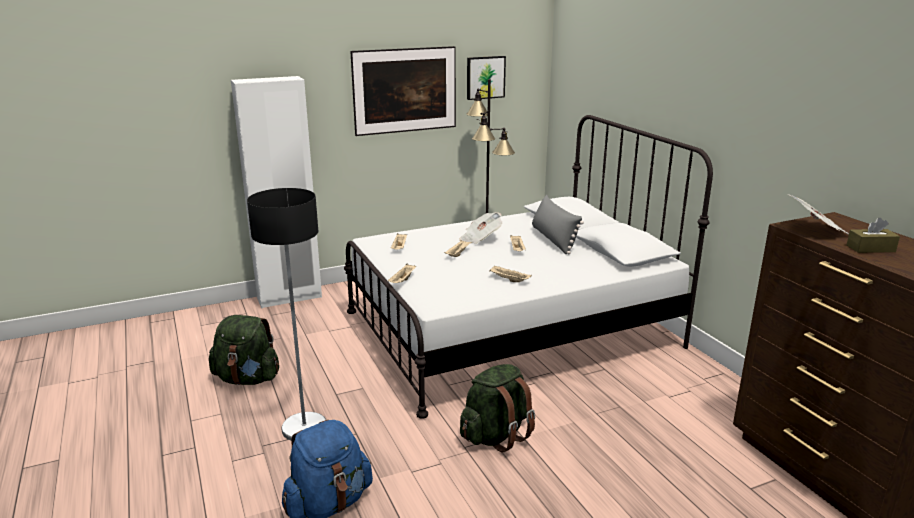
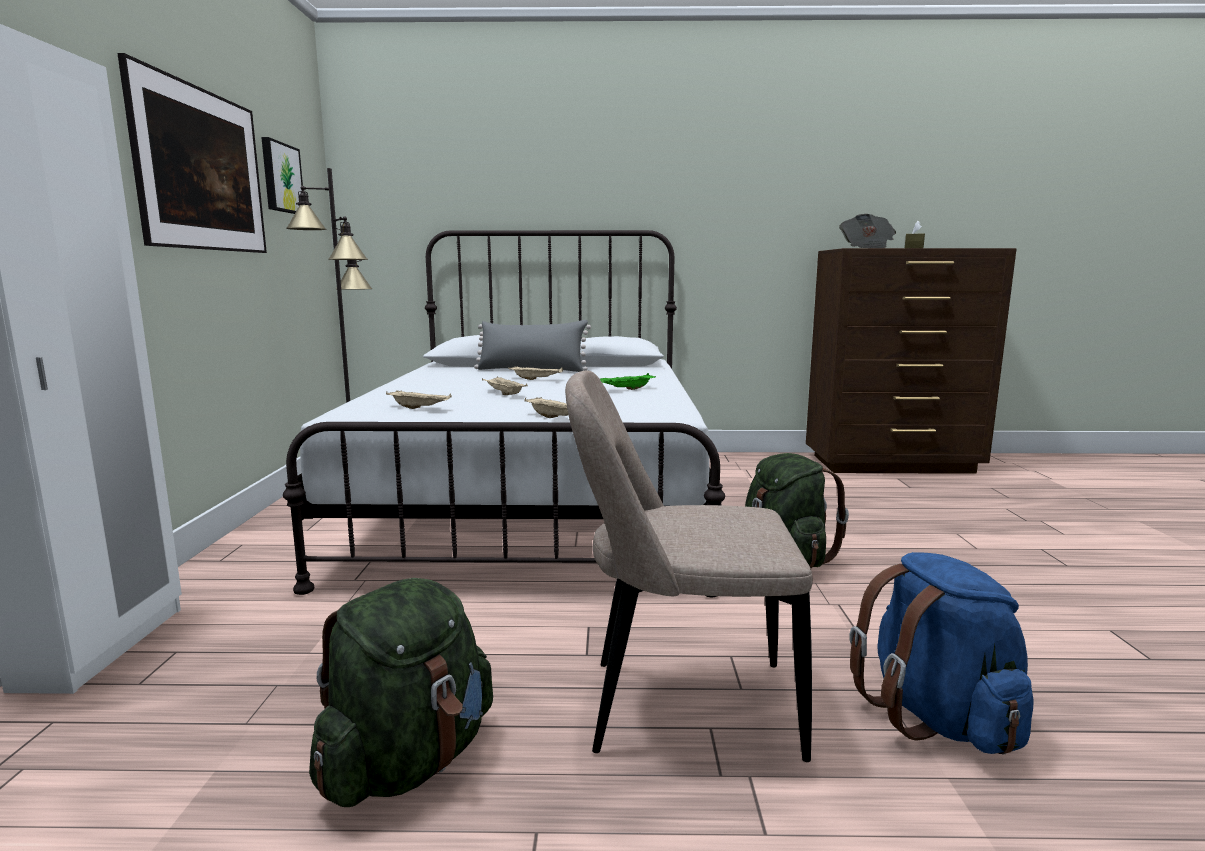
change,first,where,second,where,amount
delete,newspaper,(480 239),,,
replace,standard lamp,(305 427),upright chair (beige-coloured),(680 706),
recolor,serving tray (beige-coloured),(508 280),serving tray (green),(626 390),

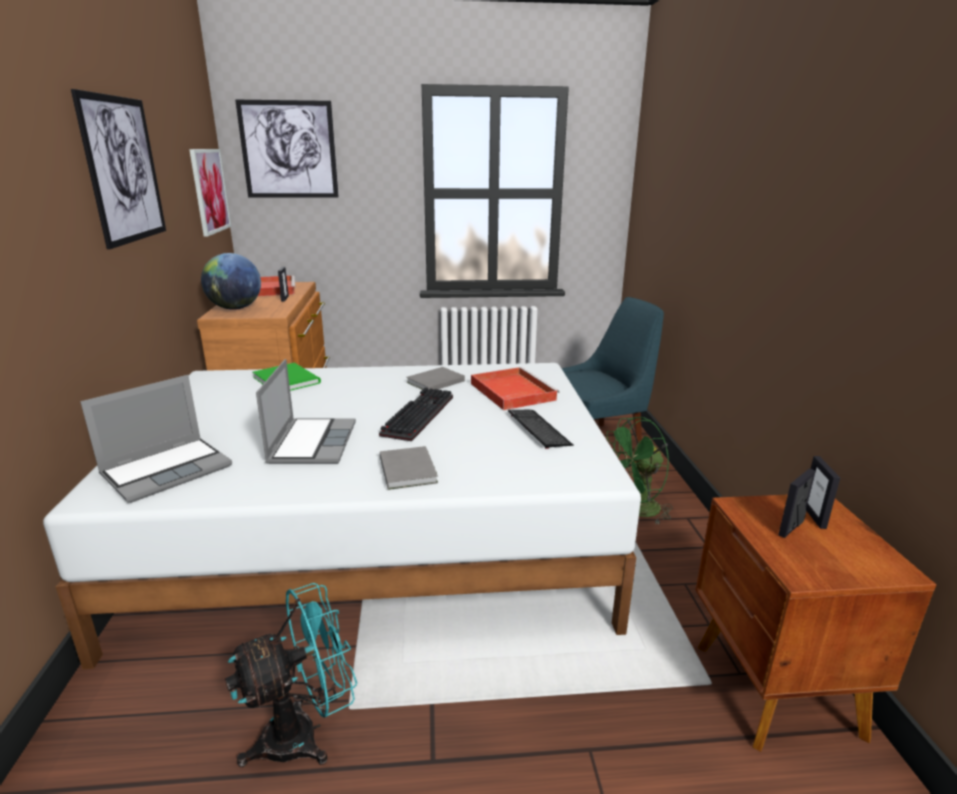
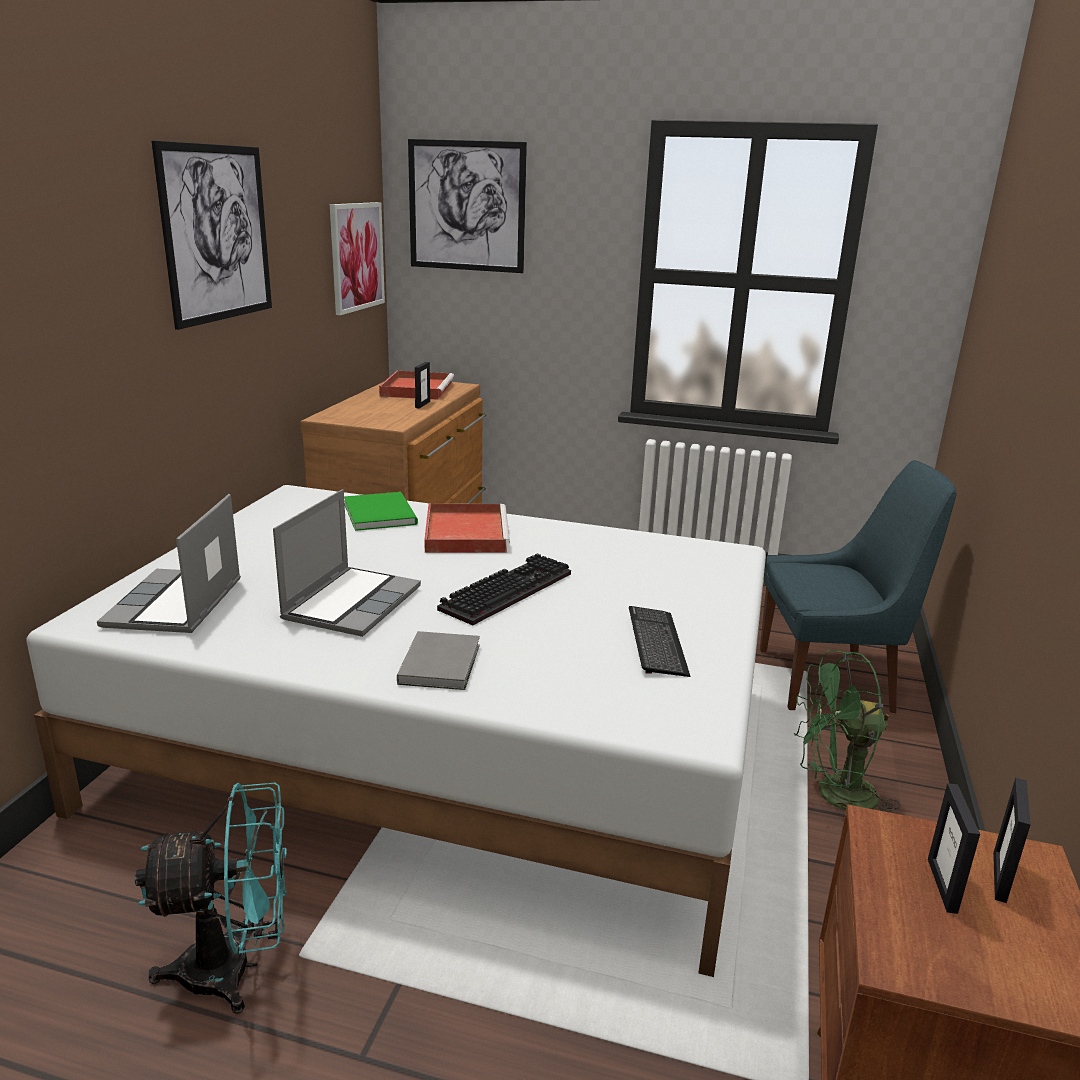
change,first,where,second,where,amount
delete,desk globe,(235 308),,,
delete,book (gray),(434 382),,,
move,serving tray (red),(511 391),,(465 532),
rotate,portable computer,(168 470),,(176 605),120 degrees clockwise
rotate,standing frame,(791 528),,(943 885),60 degrees counterclockwise

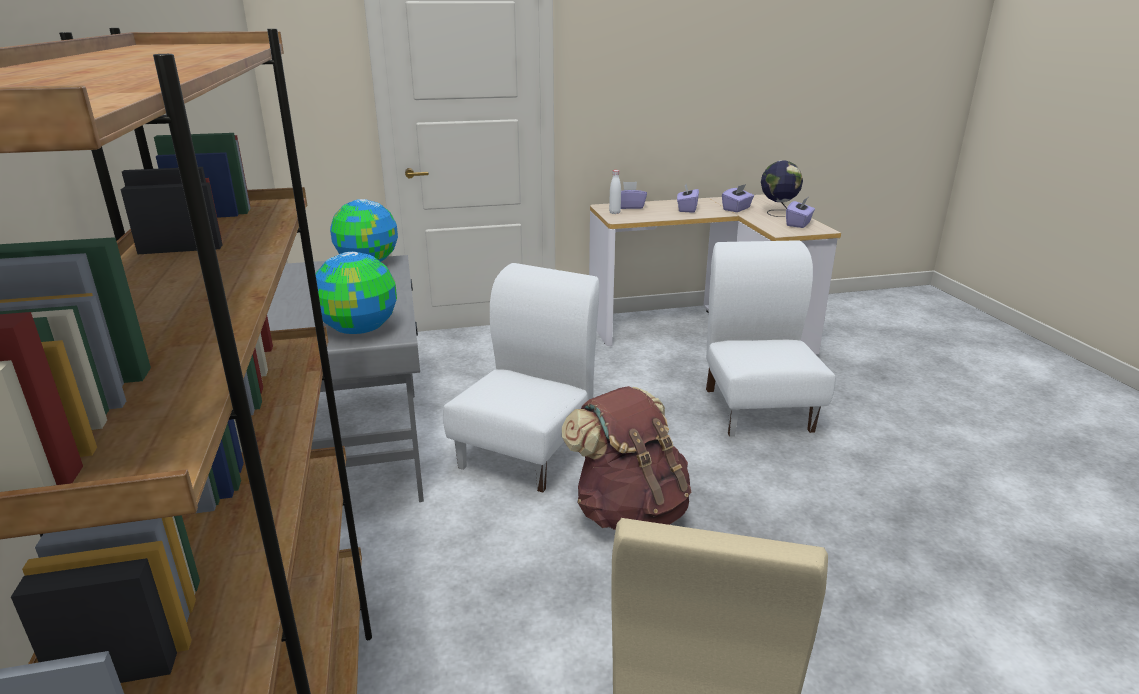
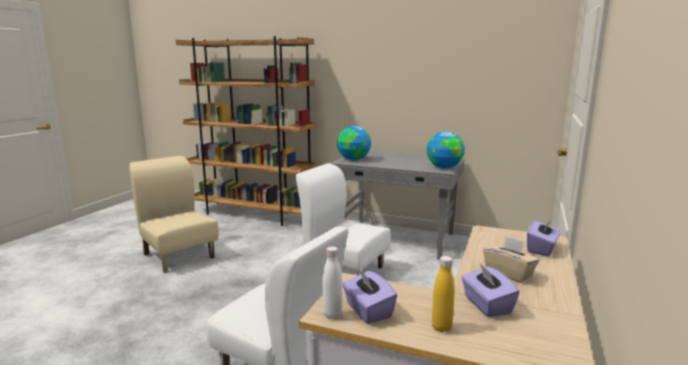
change,first,where,second,where,amount
delete,knapsack (brown),(629 511),,,
move,bottle (white-coloured),(614 213),,(332 315),
replace,desk globe,(777 212),bottle (yellow-coloured),(441 327),
recolor,box of tissues (purplish),(686 209),box of tissues (beige-coloured),(509 273),
rotate,upright chair (white-coloured),(527 452),,(344 270),150 degrees clockwise

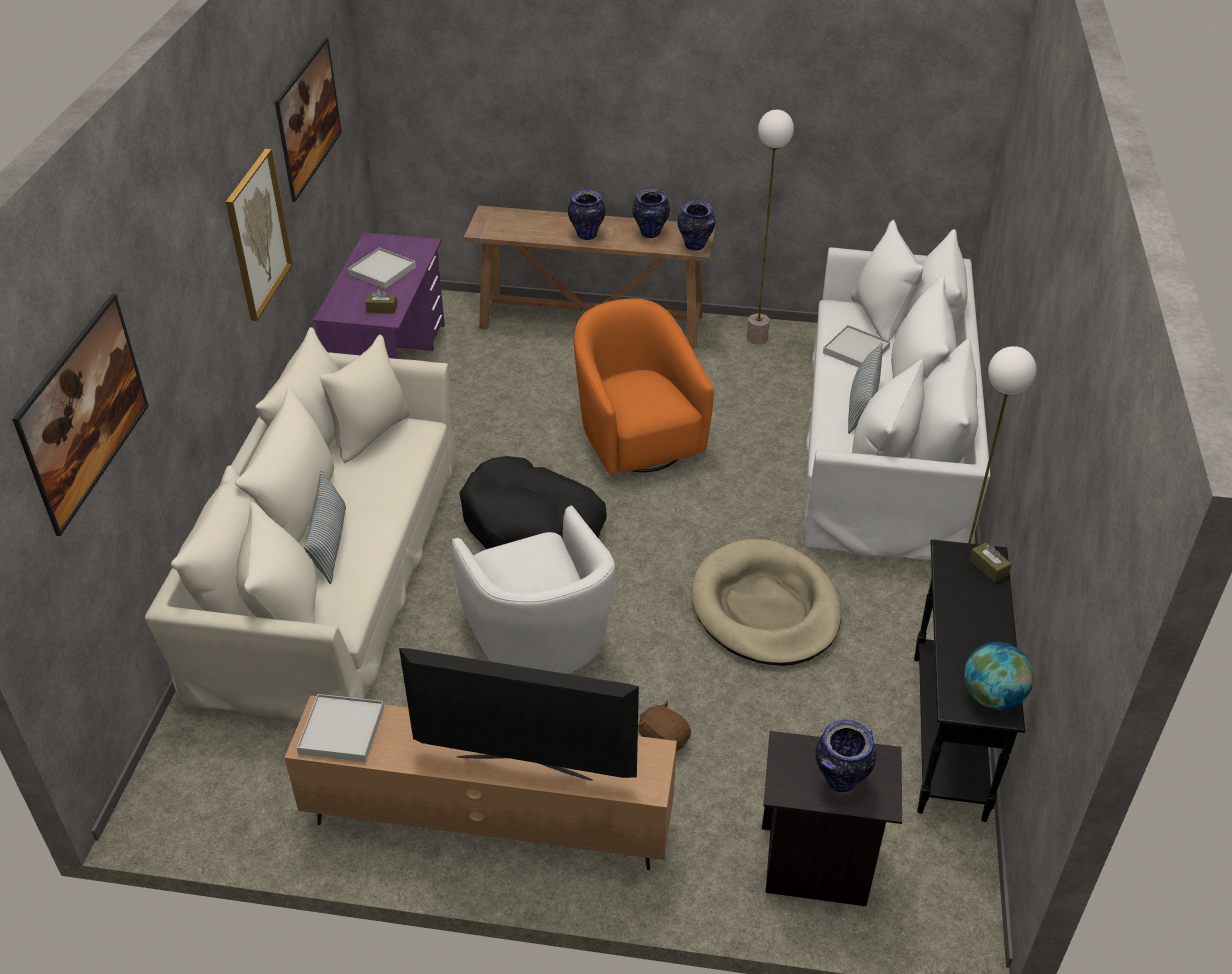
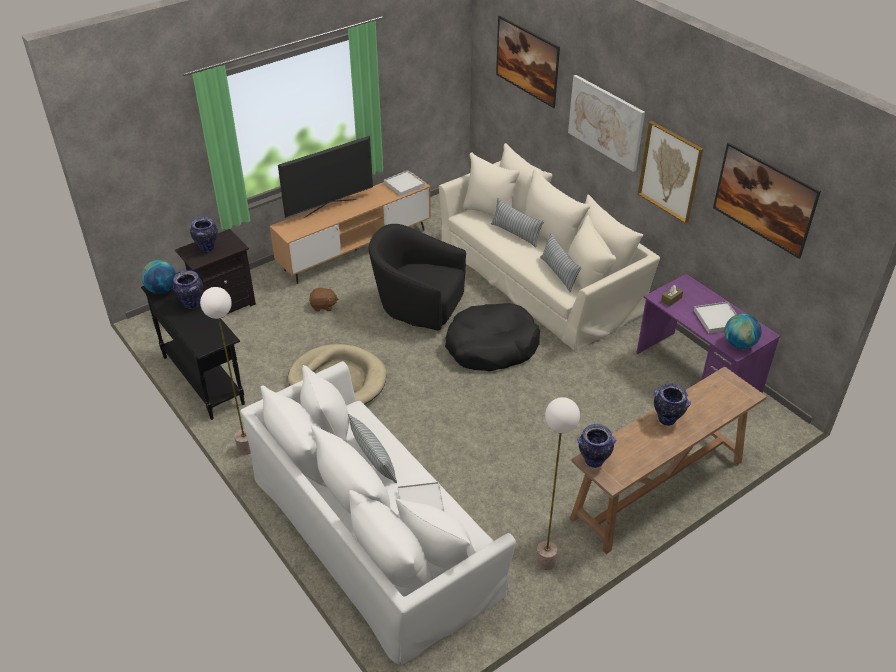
change,first,where,second,where,amount
delete,lounge chair (orange-coloured),(637 437),,,
delete,box of tissues (brown),(988 567),,,
insert,,,throw pillow,(559 273),
insert,,,picture,(606 122),
insert,,,desk globe,(739 344),
move,decorative vase,(650 234),,(191 304),
recolor,lounge chair (white-coloured),(540 640),lounge chair (black),(418 307),

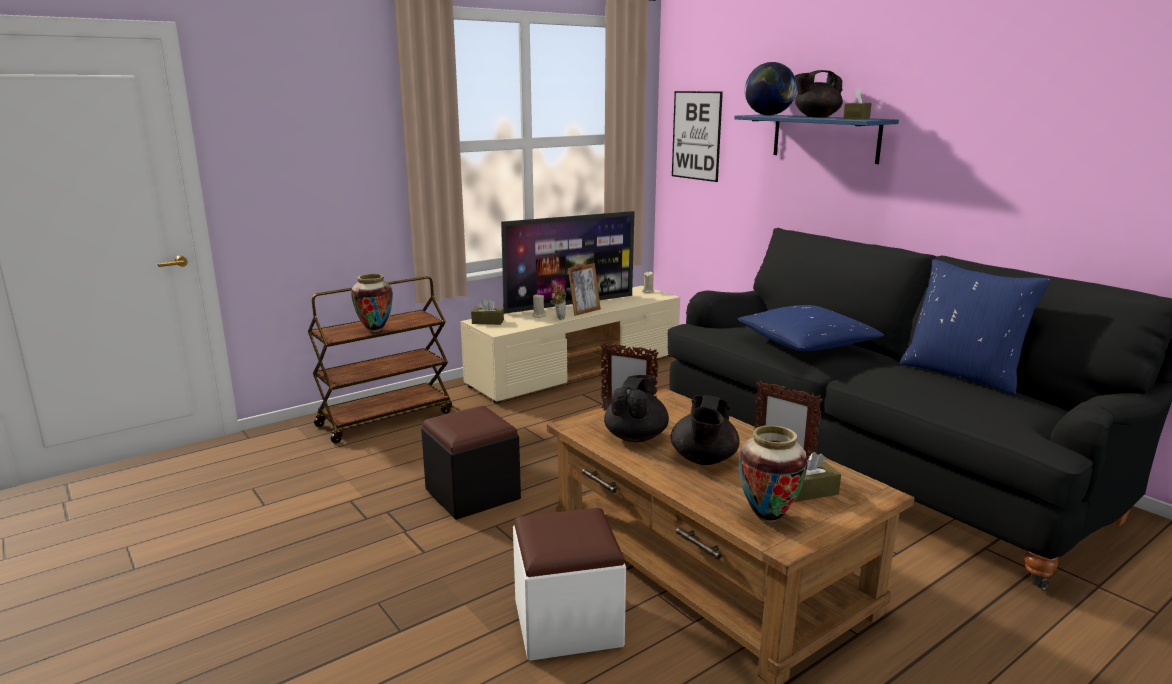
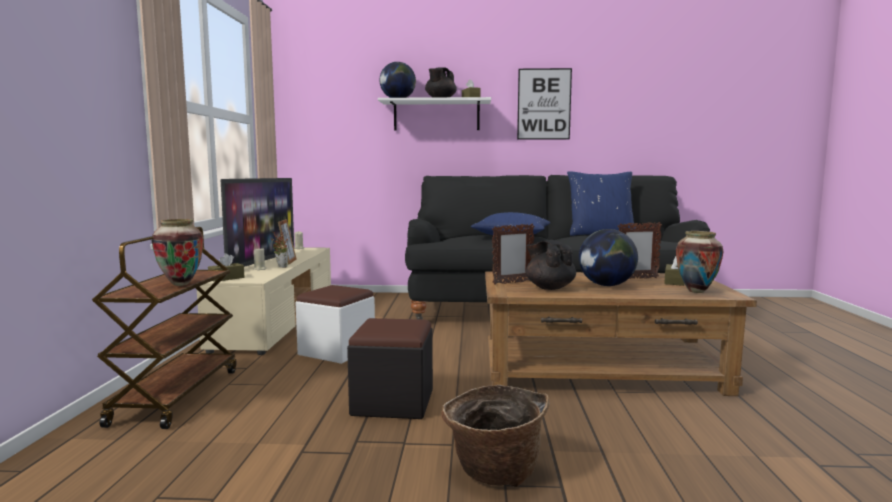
change,first,where,second,where,amount
insert,,,storage basket,(493 472),
move,ottoman (white-coloured),(567 623),,(337 351),
move,picture,(696 135),,(544 104),
replace,tea pot (black),(703 460),desk globe,(606 285),
recolor,wall shelf (bluish),(825 138),wall shelf (white-coloured),(436 115),

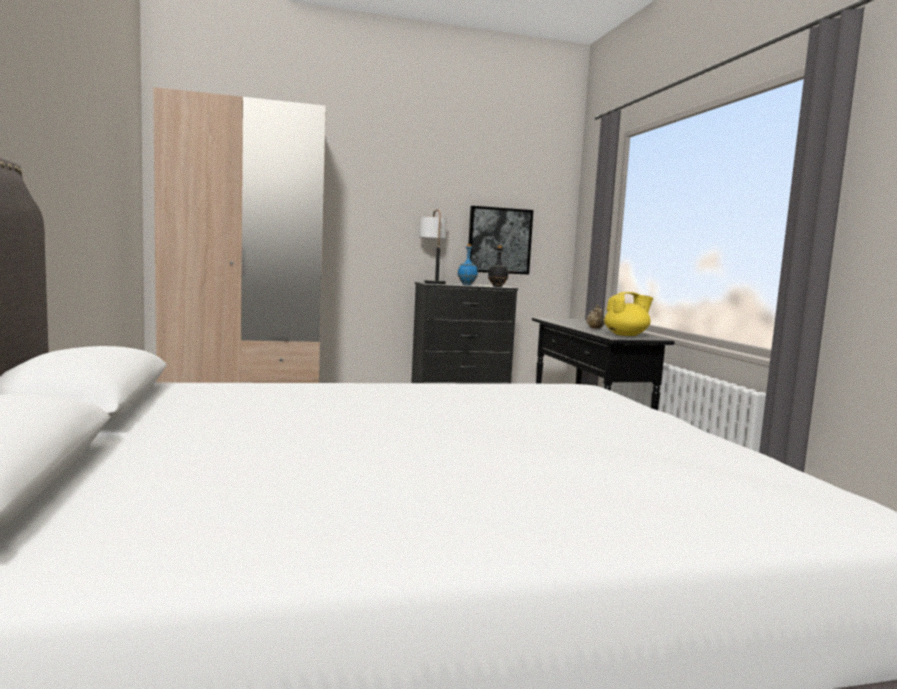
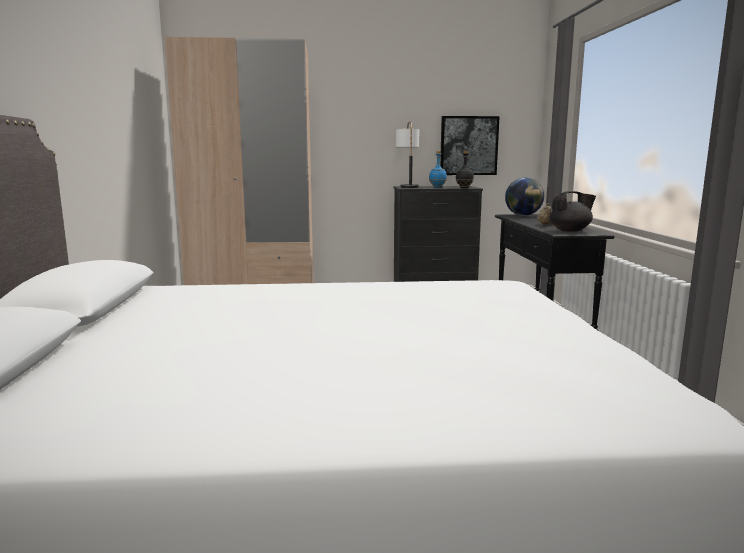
change,first,where,second,where,amount
insert,,,desk globe,(523 215),
recolor,tea pot (yellow-coloured),(626 335),tea pot (black),(570 231),

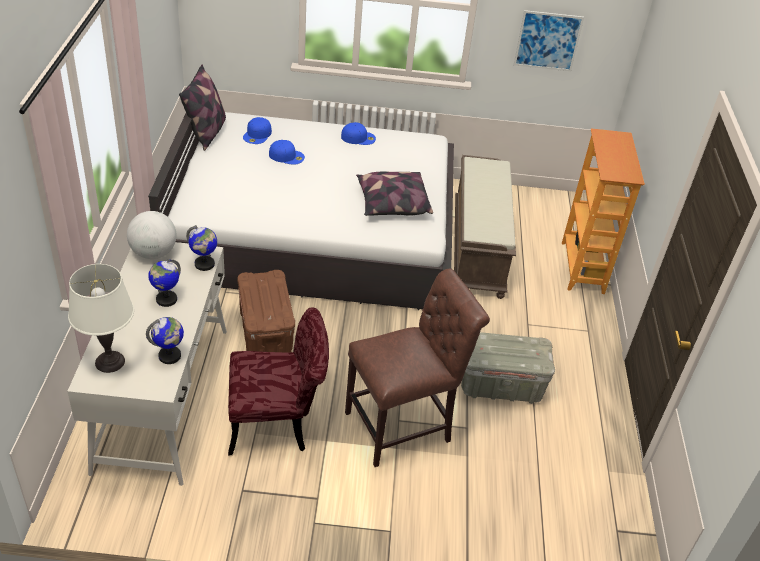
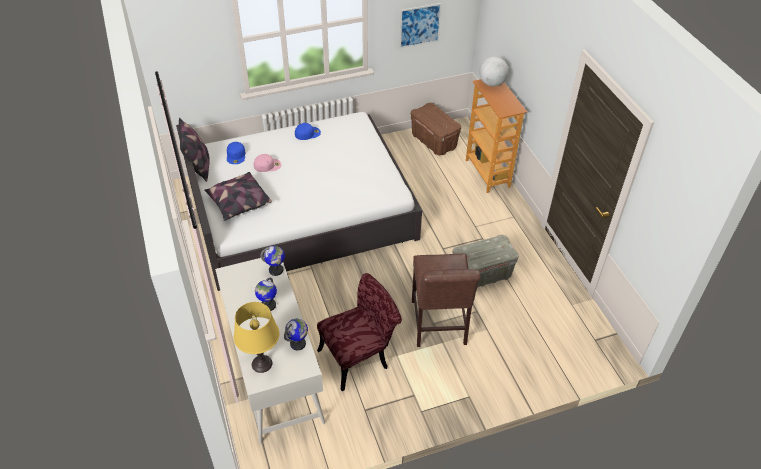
change,first,where,second,where,amount
delete,long seat (brown),(476 247),,,
move,desk globe,(153 253),,(492 83),
move,storage bin (brown),(265 333),,(433 141),
move,throw pillow,(392 204),,(238 203),
recolor,table lamp (white-coloured),(109 362),table lamp (yellow-coloured),(261 364),
recolor,cap (bluish),(287 156),cap (pinkish),(267 165),
rotate,upright chair (brown),(403 426),,(438 326),135 degrees clockwise

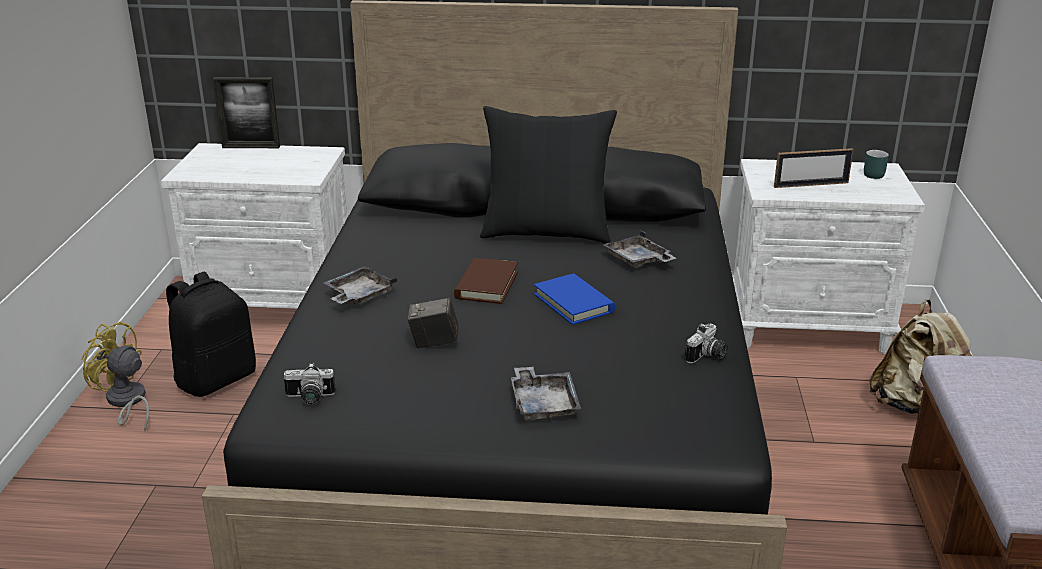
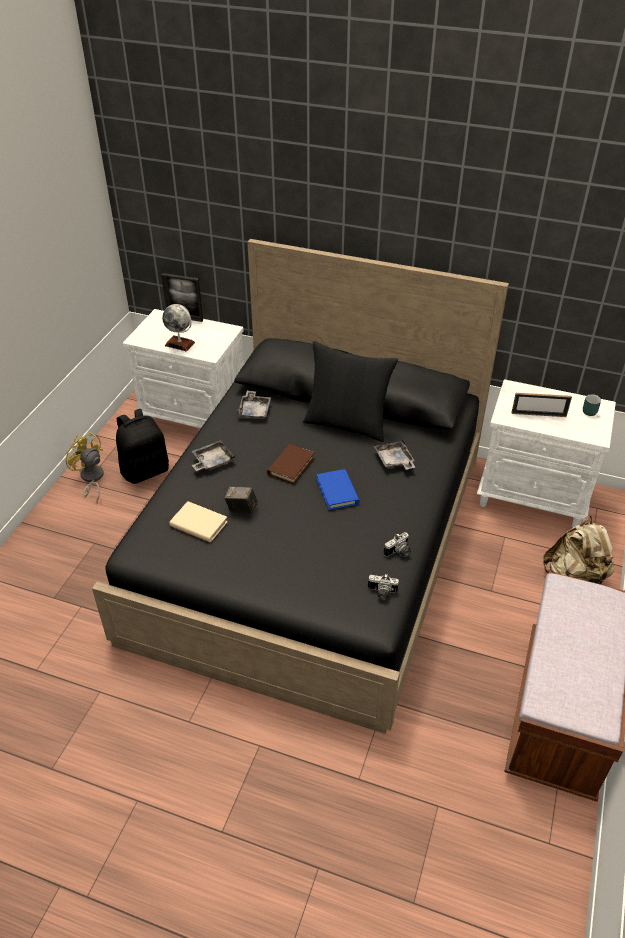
change,first,where,second,where,amount
insert,,,desk globe,(180 344),
insert,,,book (beige-coloured),(199 524),
move,photo camera,(309 398),,(381 593),
move,serving tray (gray),(543 403),,(254 410),

